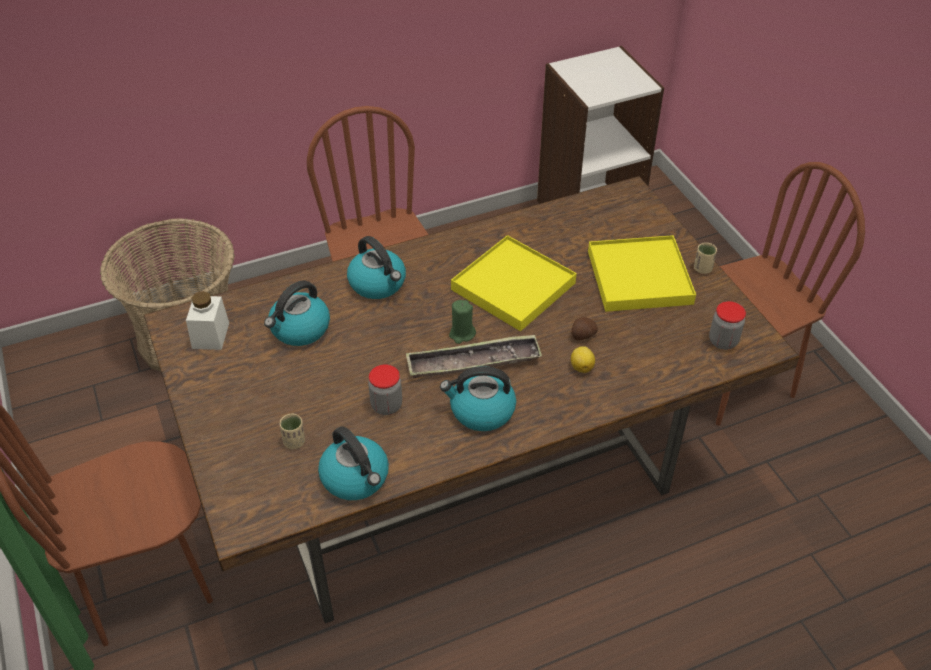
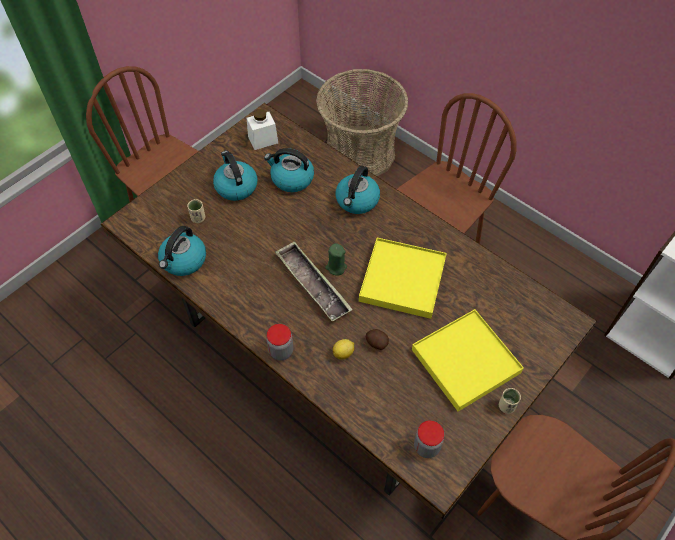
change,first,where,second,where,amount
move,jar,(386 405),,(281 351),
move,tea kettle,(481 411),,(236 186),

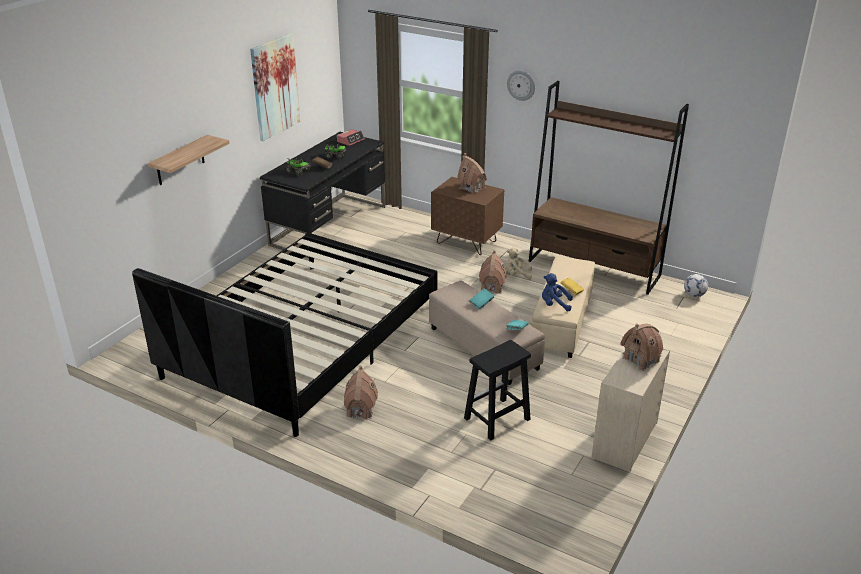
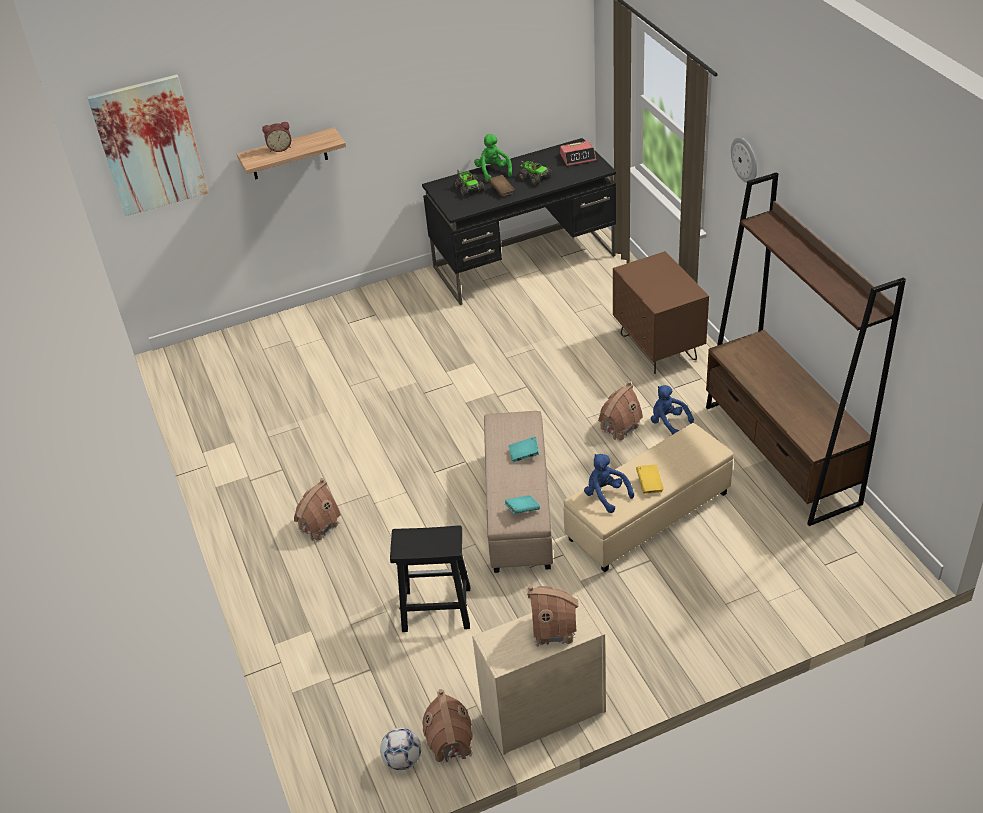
change,first,where,second,where,amount
delete,sleeping bed (black),(303 340),,,
insert,,,table clock,(280 148),
insert,,,soft toy (green),(493 171),
move,picture,(275 86),,(150 146),
move,miniature house,(472 188),,(450 743),
move,football,(694 295),,(403 760),
recolor,soft toy (beige-coloured),(517 275),soft toy (bluish),(668 422),

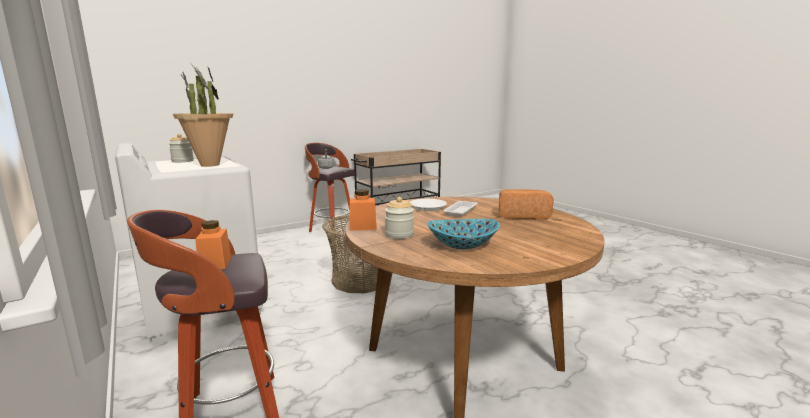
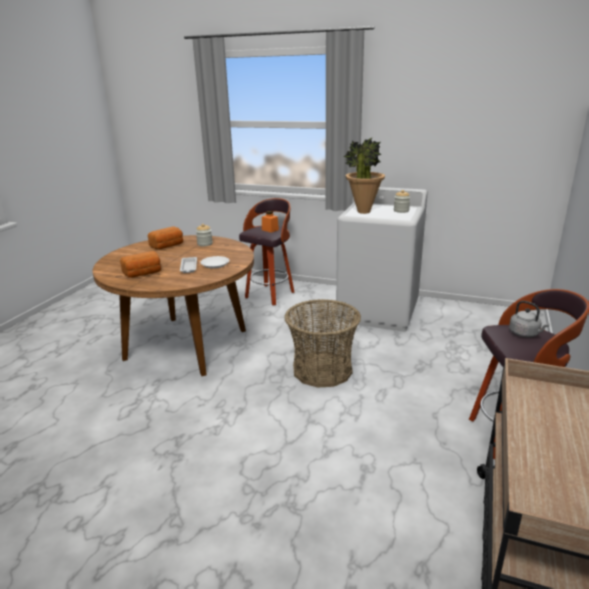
change,first,where,second,where,amount
delete,jar (orange-coloured),(363 227),,,
replace,serving bowl,(462 246),baked bread,(168 246),

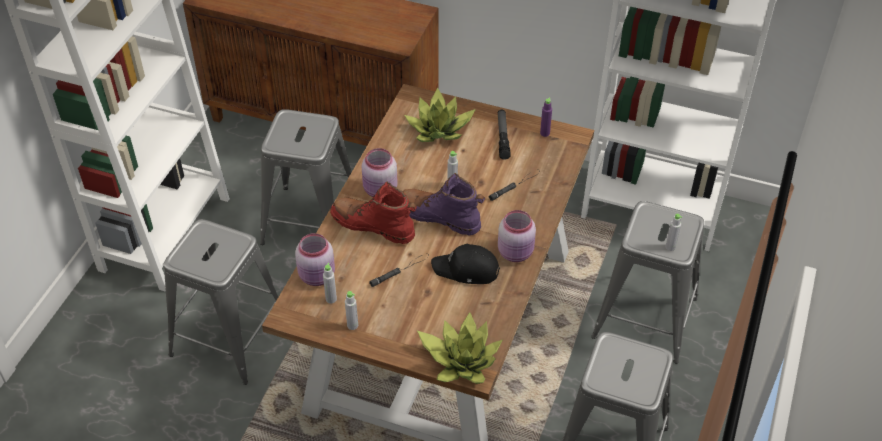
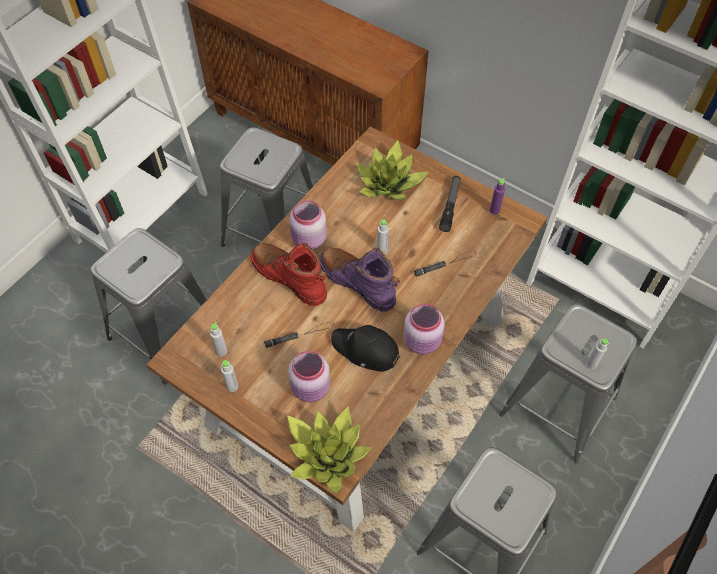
change,first,where,second,where,amount
move,jar (pinkish),(318 276),,(311 389),

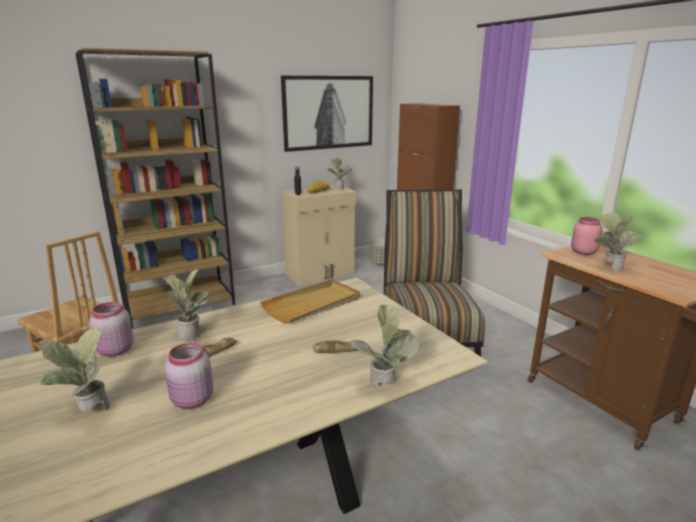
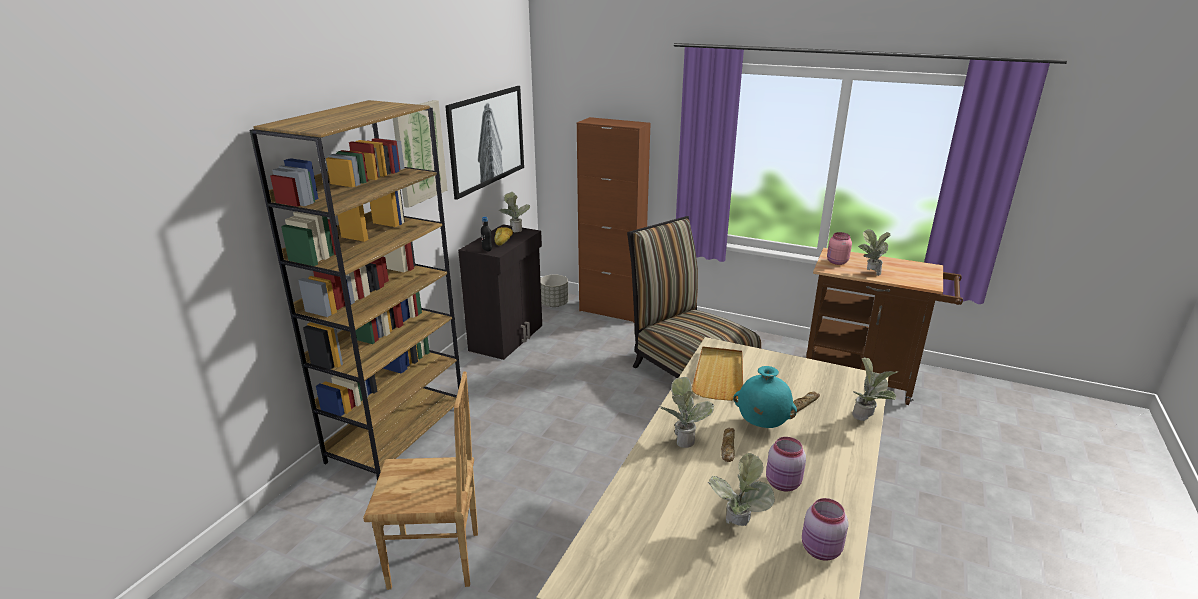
change,first,where,second,where,amount
insert,,,picture,(419 153),
insert,,,decorative vase (blue-green),(761 424),
move,jar (pinkish),(115 351),,(821 550),
recolor,cabinet (beige-coloured),(321 274),cabinet (black),(508 337),

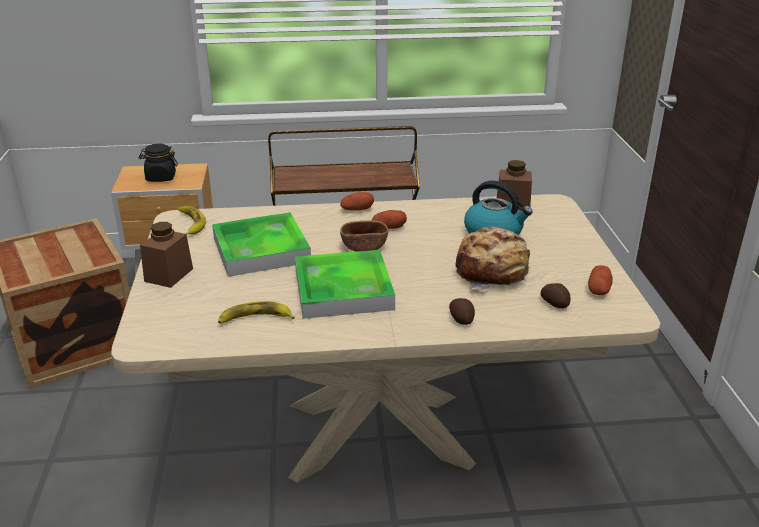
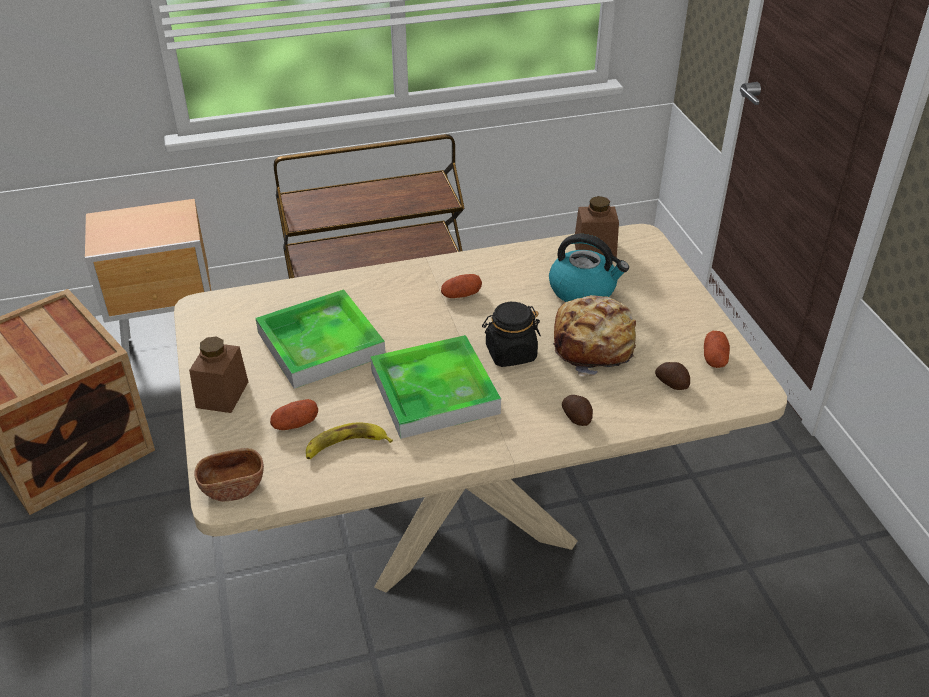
change,first,where,second,where,amount
delete,whole banana,(190 223),,,
move,jar (black),(160 177),,(510 353),
move,potato,(357 209),,(295 424),
move,serving bowl (brown),(364 247),,(233 487),

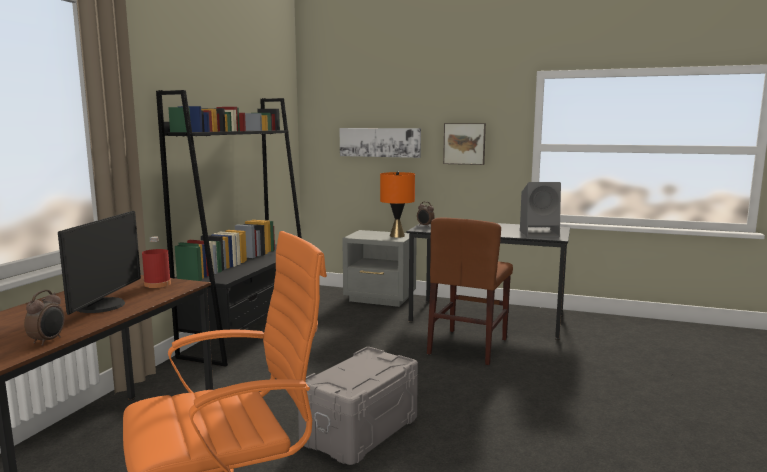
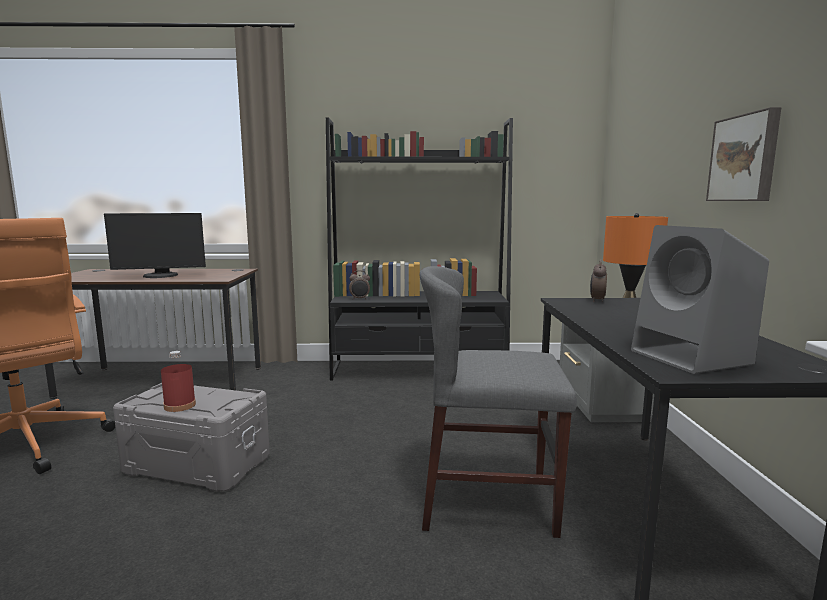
change,first,where,second,where,amount
delete,picture,(380 142),,,
move,table clock,(48 341),,(359 299),
move,bottle (red),(157 284),,(180 405),
recolor,upright chair (brown),(468 346),upright chair (gray),(487 500),

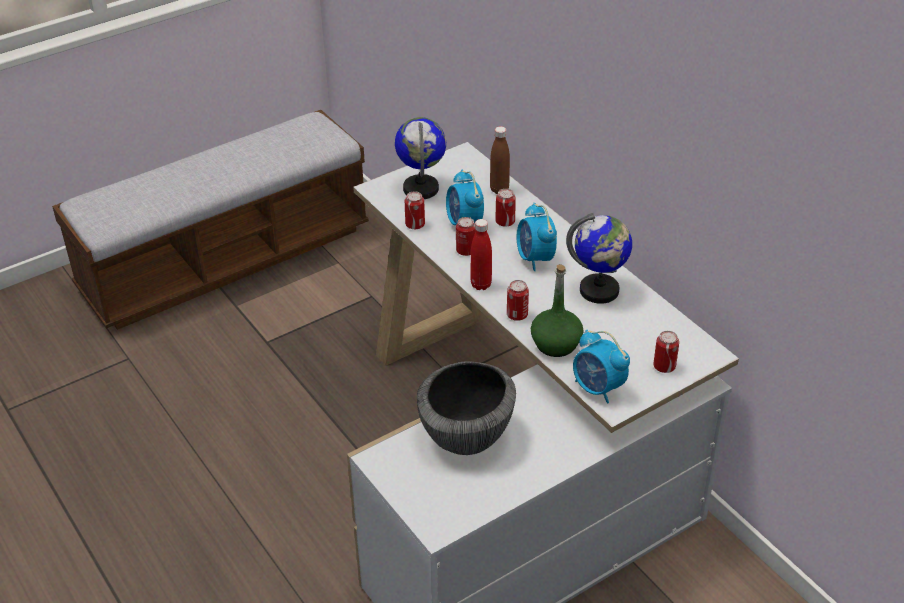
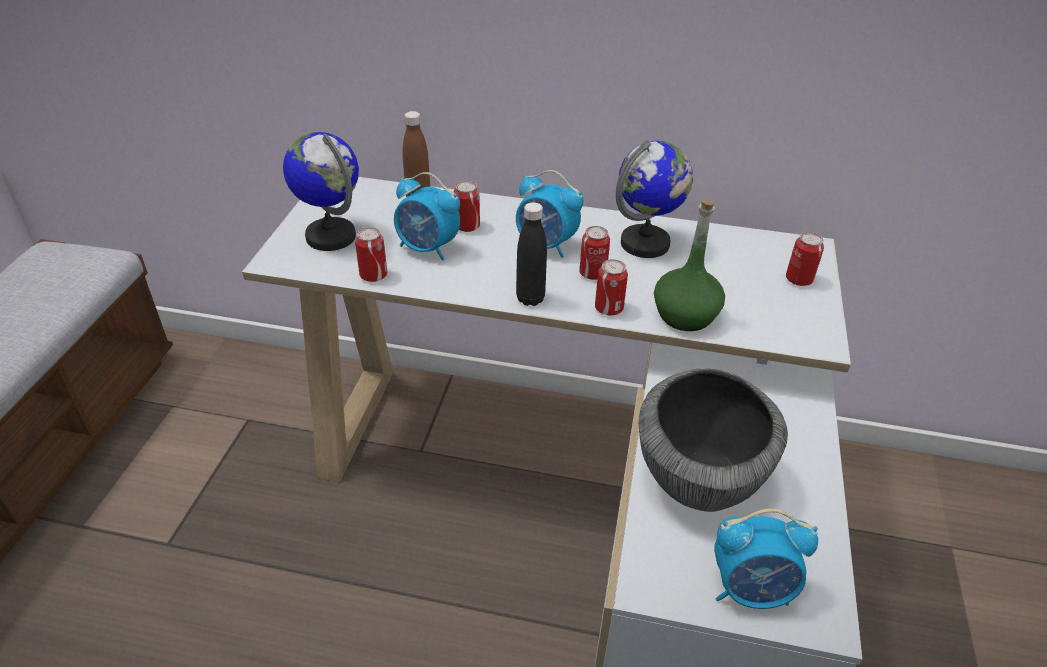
change,first,where,second,where,amount
move,metal can,(466 251),,(592 273),
move,table clock,(598 388),,(751 590),
recolor,bottle (red),(481 285),bottle (black),(530 299),

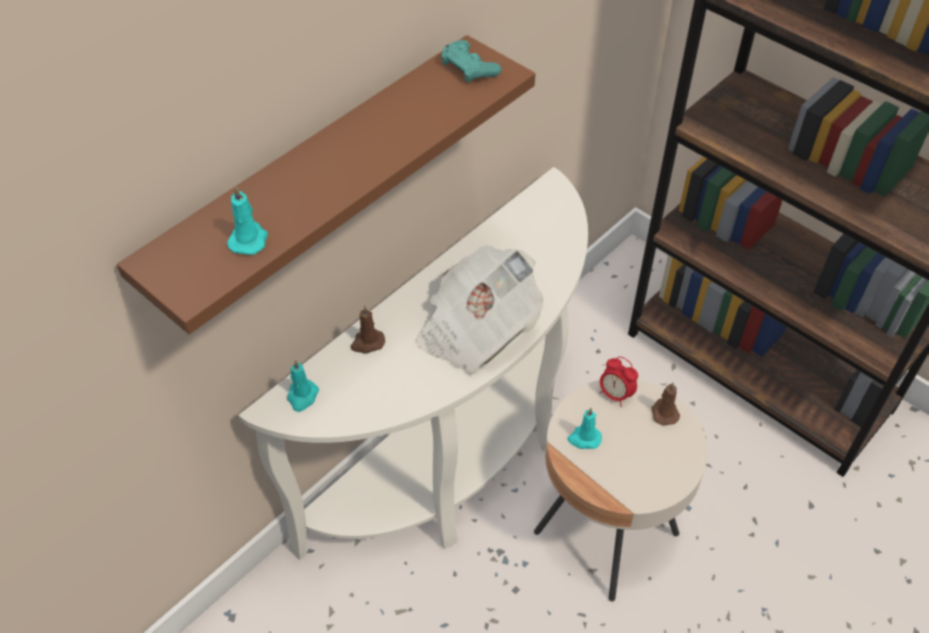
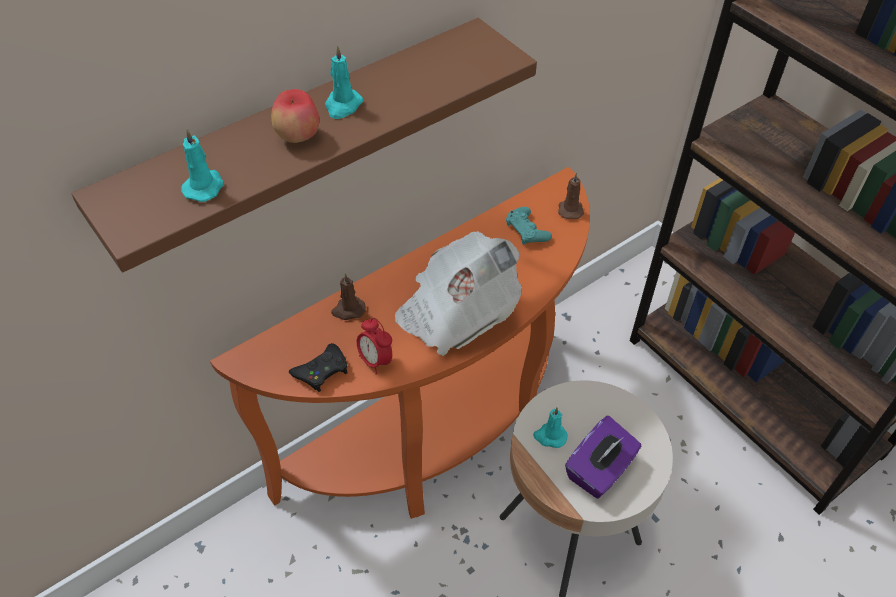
change,first,where,second,where,amount
insert,,,apple,(298 137),
insert,,,game controller (black),(321 371),
insert,,,box of tissues (purplish),(599 470),
move,candle (blue-green),(302 397),,(343 106),
move,game controller (blue-green),(469 68),,(527 230),
move,table clock,(615 395),,(375 360),
move,candle (brown),(664 412),,(570 209),
recolor,hall table (white-coloured),(457 462),hall table (orange-coloured),(441 437),

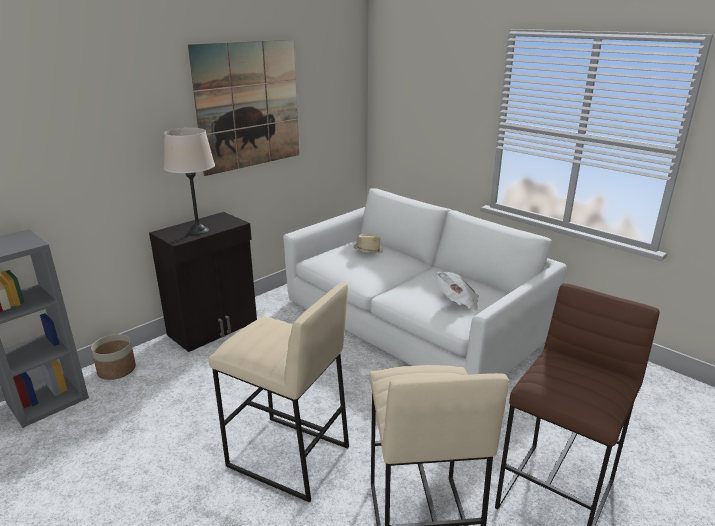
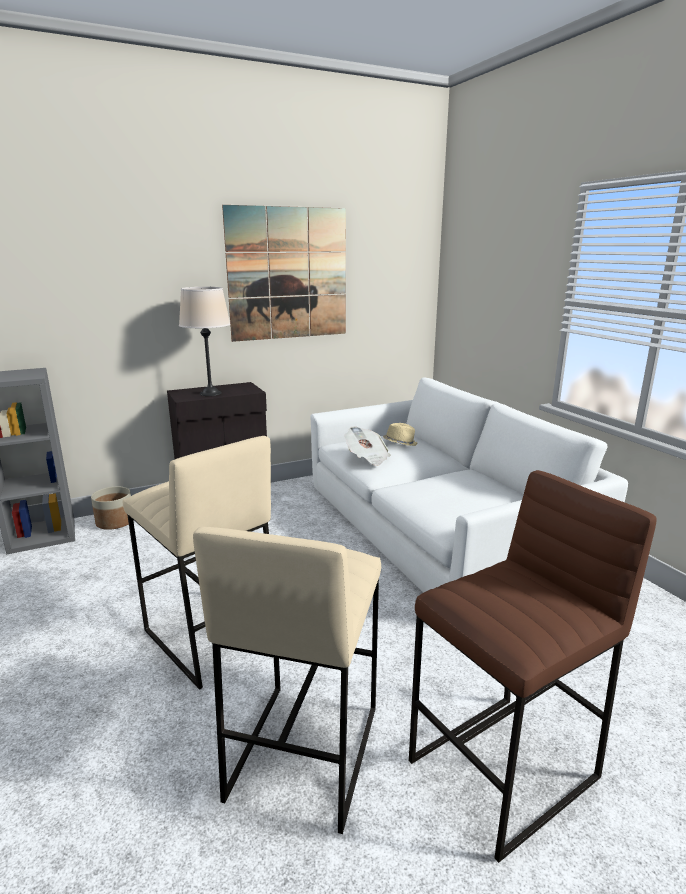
change,first,where,second,where,amount
move,newspaper,(457 301),,(367 457),

